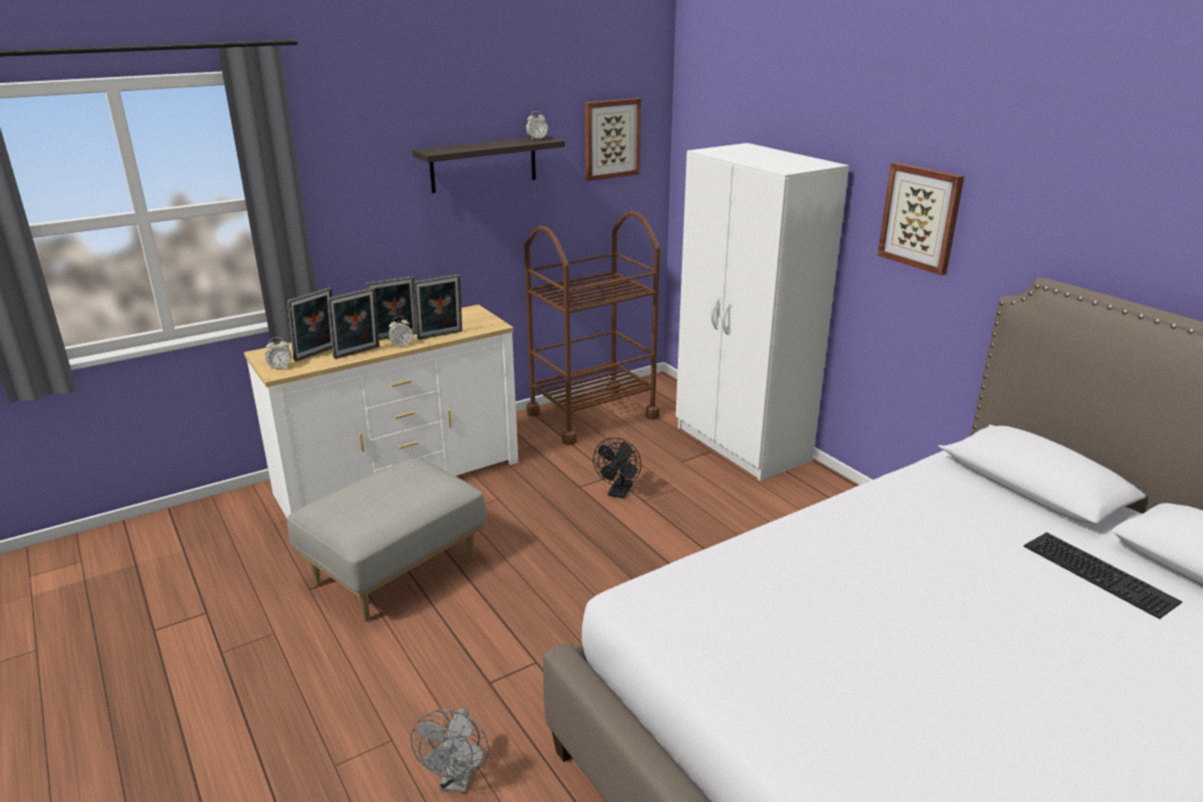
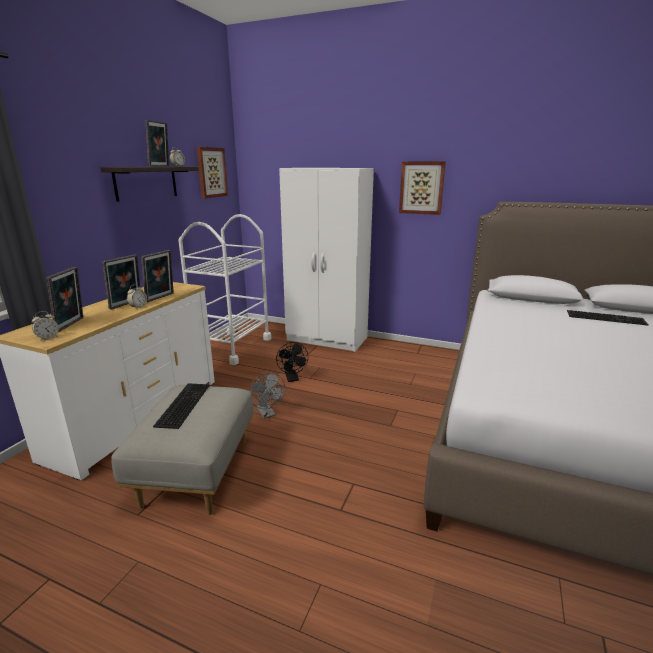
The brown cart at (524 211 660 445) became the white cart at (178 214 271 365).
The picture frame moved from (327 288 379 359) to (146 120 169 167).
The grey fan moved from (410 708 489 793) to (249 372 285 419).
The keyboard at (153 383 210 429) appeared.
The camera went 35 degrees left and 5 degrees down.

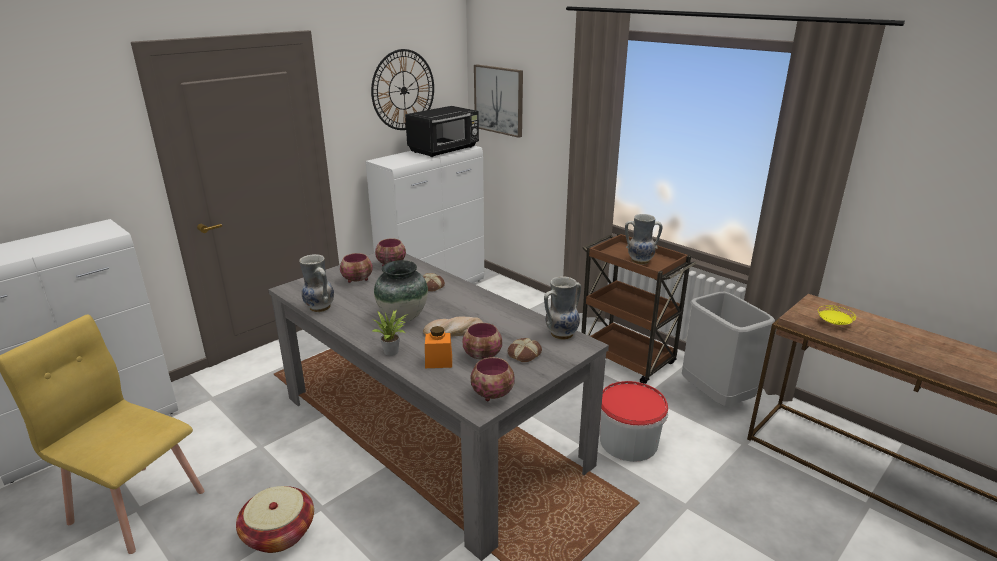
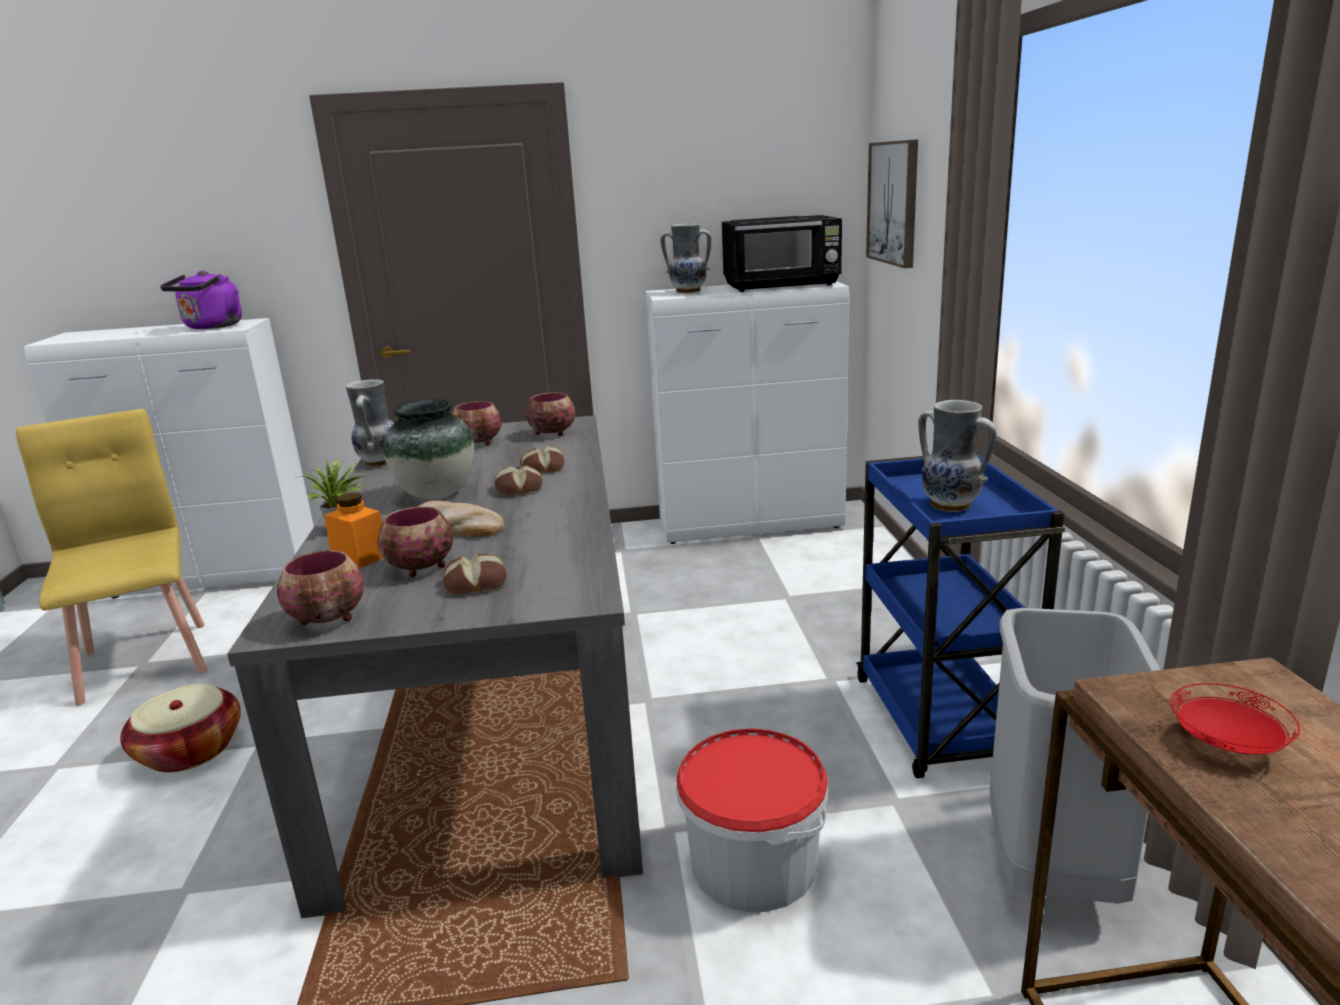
The wall clock at (371 49 434 130) disappeared.
The brown cart at (581 233 697 384) became the blue cart at (856 452 1065 778).
The vase moved from (544 276 581 340) to (660 224 712 293).
The yellow plate at (818 305 856 325) became the red plate at (1170 683 1300 755).
The purple kettle at (160 271 242 329) appeared.
The bread at (494 465 542 495) appeared.
The camera went 40 degrees right and 5 degrees down.

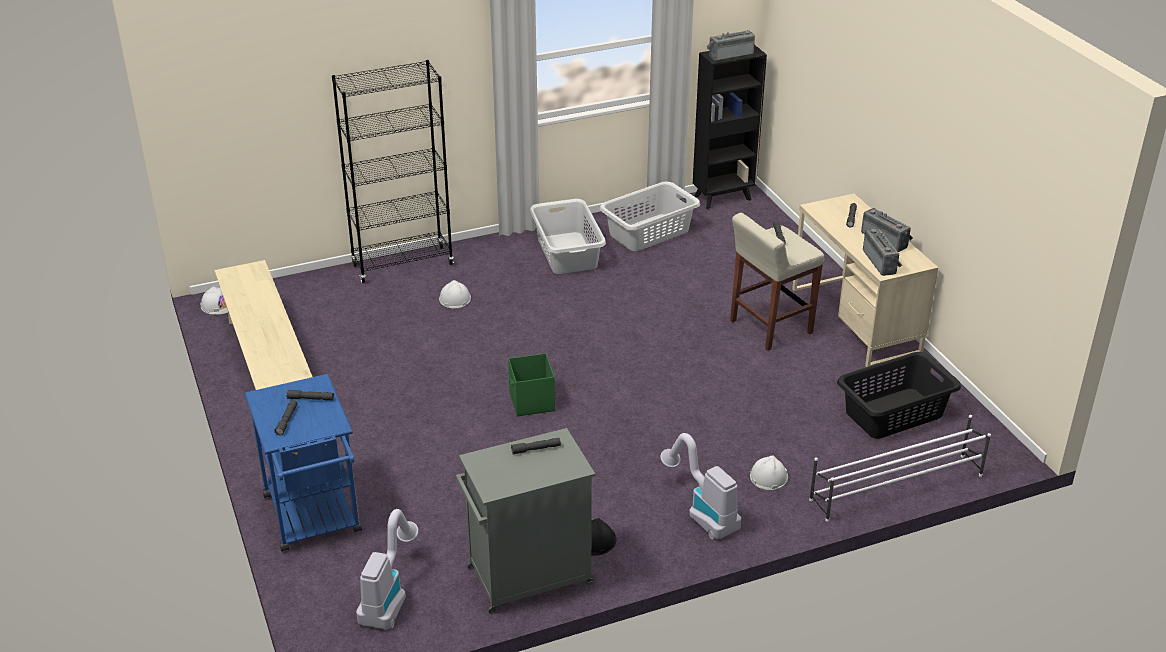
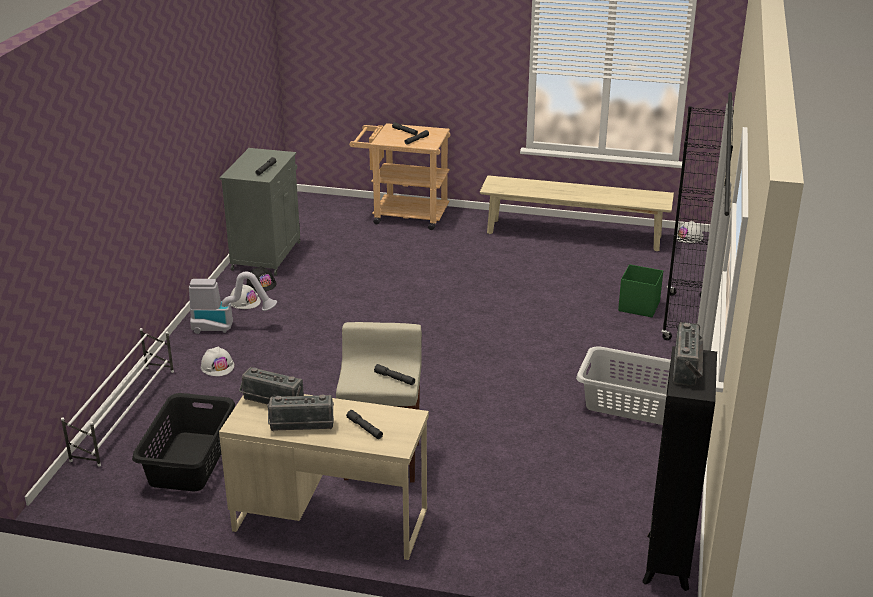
The grey laundry basket at (600 182 700 251) disappeared.
The white hard hat moved from (439 280 471 308) to (230 284 261 309).
The green storage box moved from (508 353 555 416) to (618 264 663 317).
The blue cart at (245 374 362 552) became the beige cart at (349 123 450 230).
The vacuum cleaner at (356 509 419 629) disappeared.
The camera went 125 degrees right and 5 degrees down.

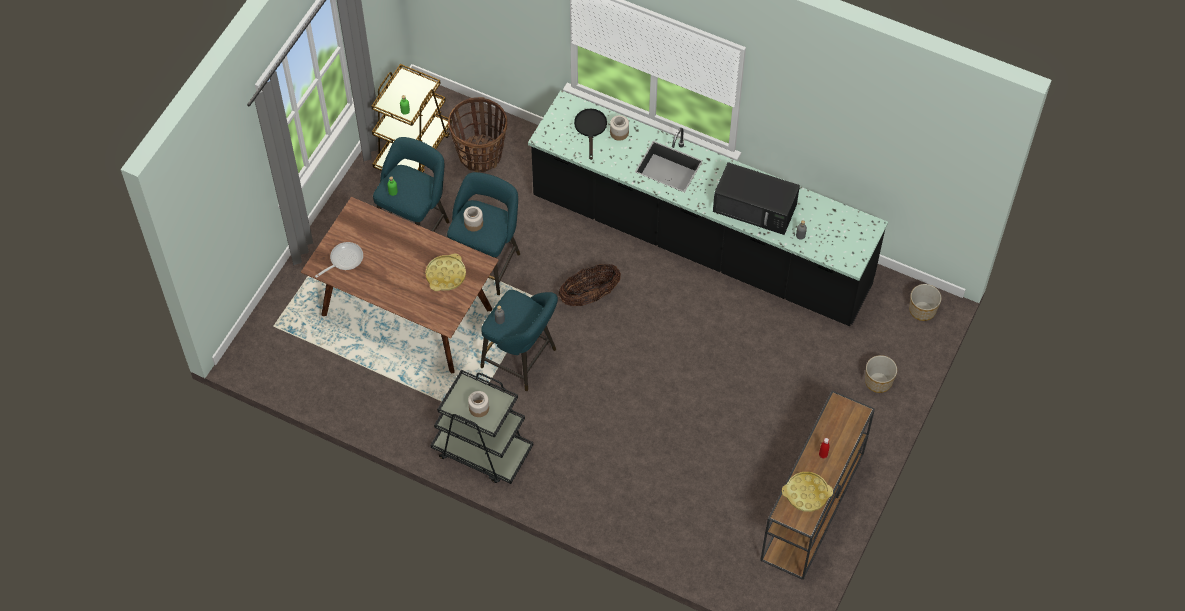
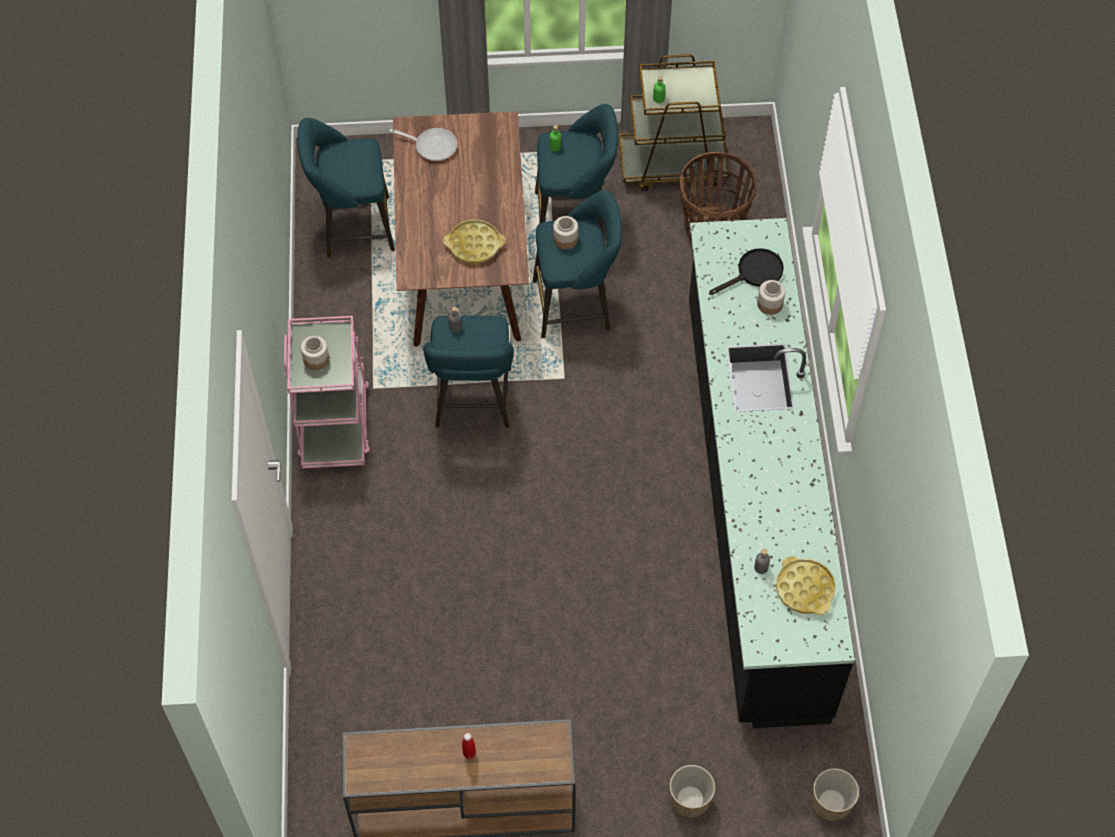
The black microwave at (713 162 800 235) disappeared.
The basket at (559 264 621 306) disappeared.
The black cart at (431 370 533 484) became the pink cart at (284 316 370 468).
The yellow tray moved from (782 472 833 512) to (776 556 836 615).
The turquoise stool at (297 118 395 258) appeared.
The camera went 60 degrees right and 0 degrees up.

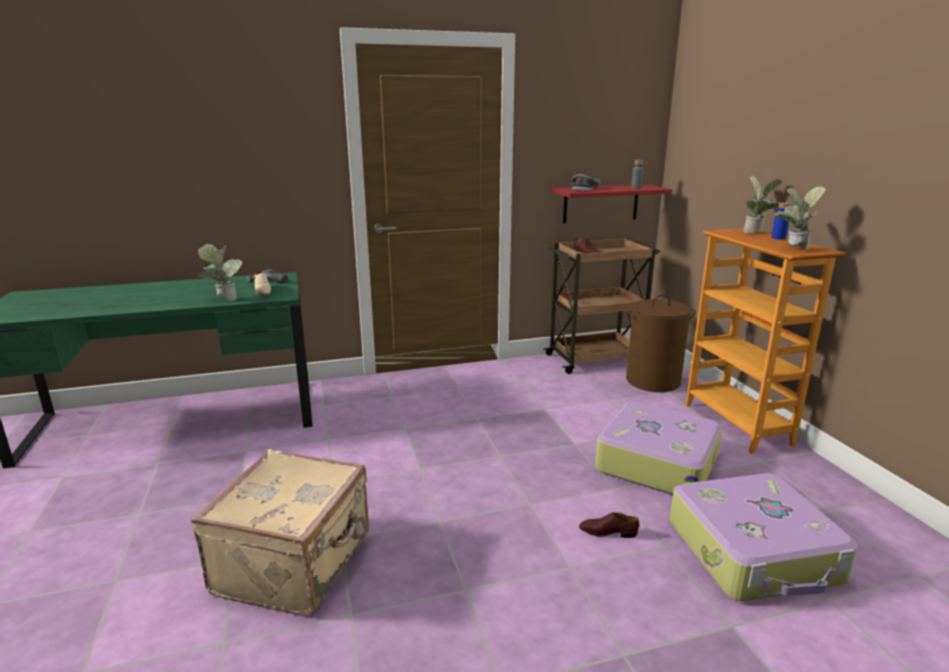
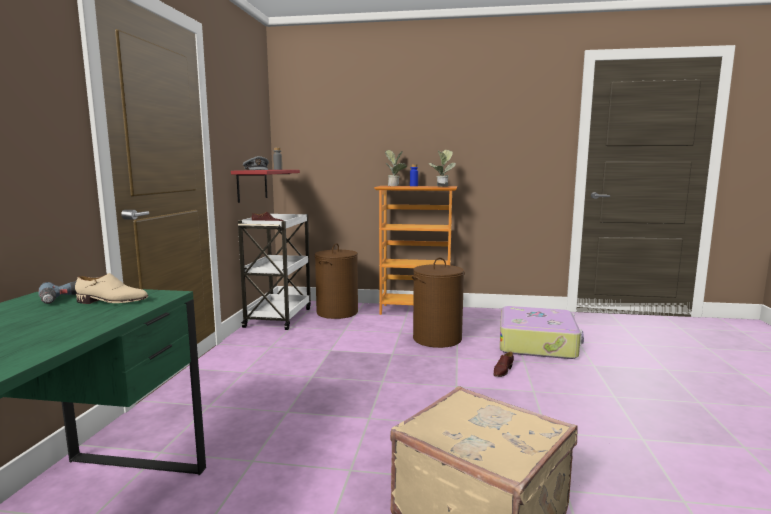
The brown cart at (544 238 660 374) became the white cart at (238 213 311 330).
The potted plant at (198 244 243 302) disappeared.
The suitcase at (595 402 722 495) was replaced by the brown laundry basket at (412 257 465 348).
The camera went 65 degrees left and 10 degrees down.

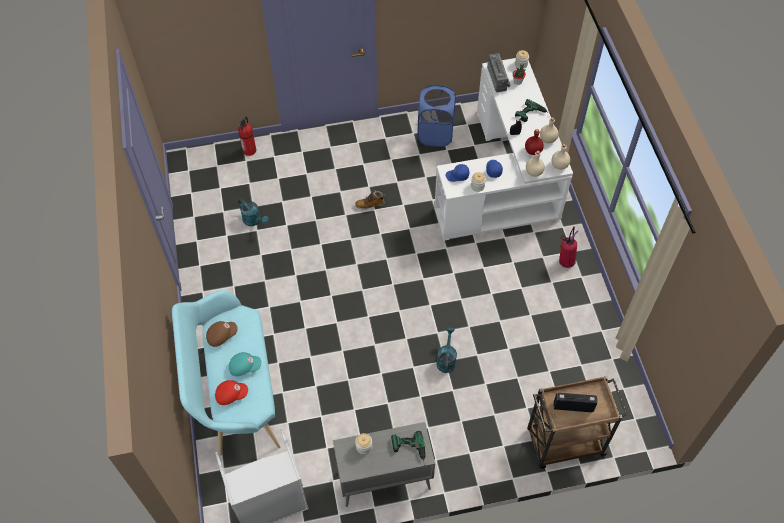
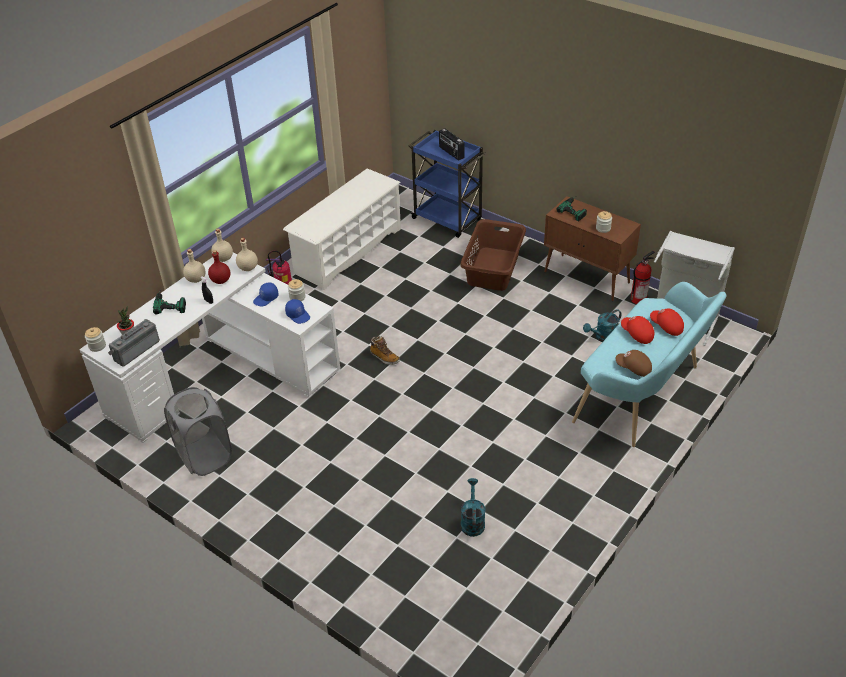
The blue laundry basket at (417 85 456 147) became the grey laundry basket at (164 387 232 476).
The fire extinguisher moved from (238 117 256 156) to (631 251 655 304).
The boot moved from (355 190 385 210) to (370 336 400 365).
The turquoise watering can moved from (436 328 457 373) to (583 309 621 342).
The turquoise cap at (229 352 261 376) became the red cap at (621 316 654 344).
The brown cart at (527 376 627 469) became the blue cart at (409 130 486 238).
The grey cabinet at (333 422 435 507) became the brown cabinet at (544 196 641 301).
The white shoe rack at (283 168 401 290) appeared.
The brown laundry basket at (460 219 526 291) appeared.
The camera went 130 degrees left and 15 degrees down.

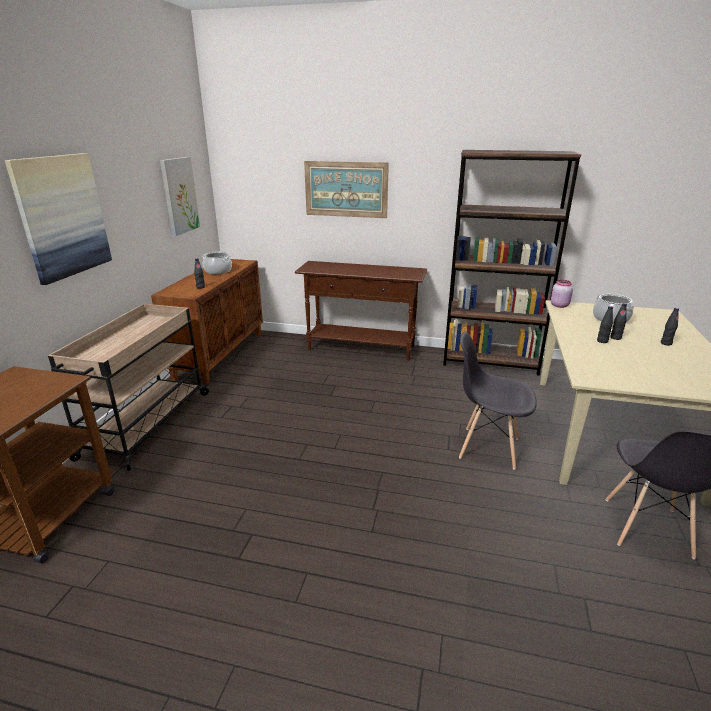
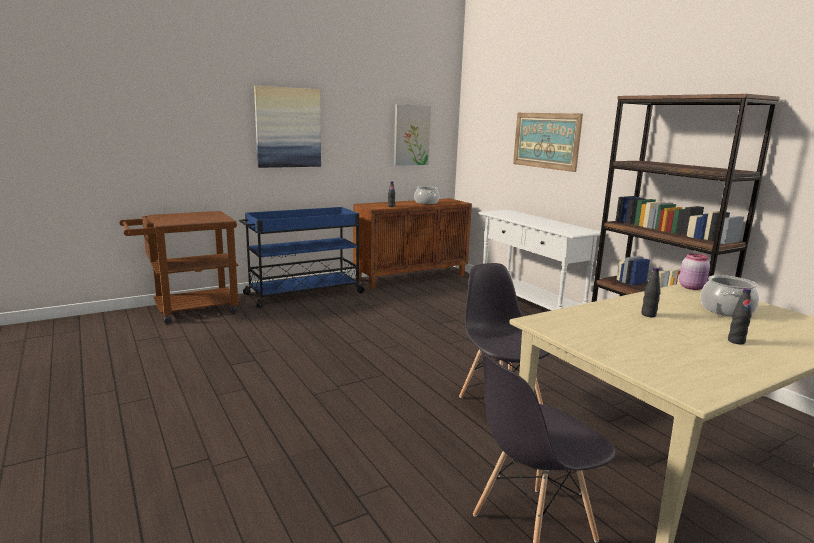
The brown console table at (295 261 427 361) became the white console table at (479 210 601 311).
The black bottle at (611 303 627 340) disappeared.
The beige cart at (48 304 209 471) became the blue cart at (239 207 366 308).
The camera went 45 degrees right and 10 degrees down.

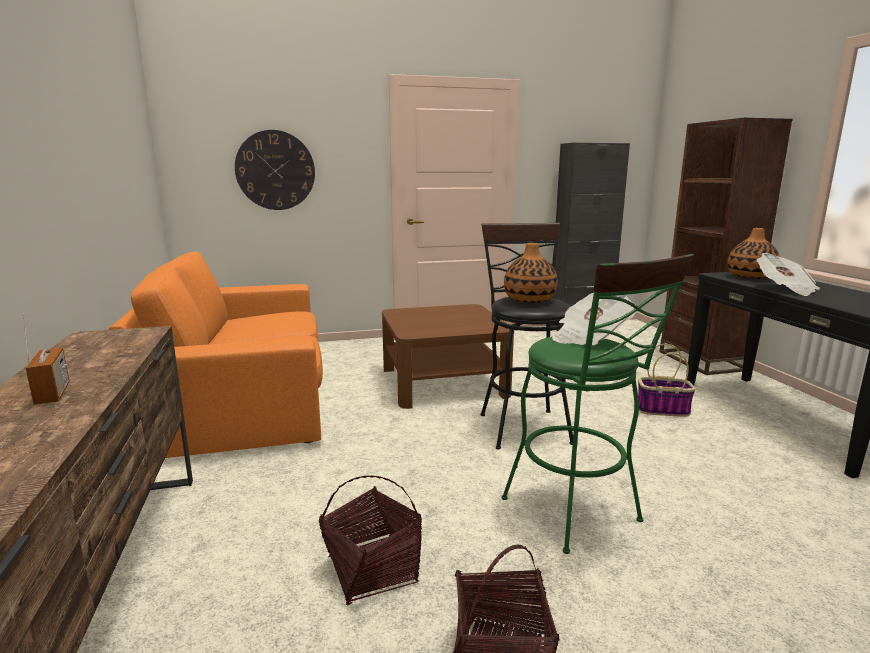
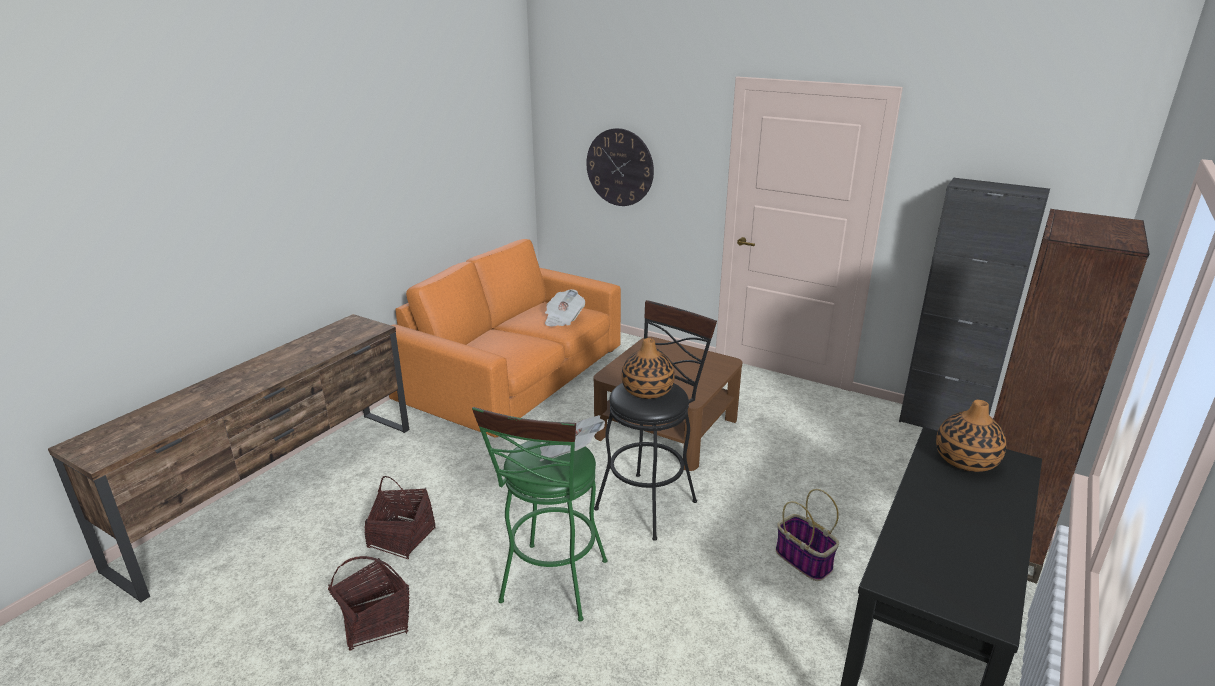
The newspaper moved from (757 253 820 296) to (545 289 585 326).
The radio at (23 313 70 405) disappeared.
The camera went 45 degrees right and 10 degrees up.

